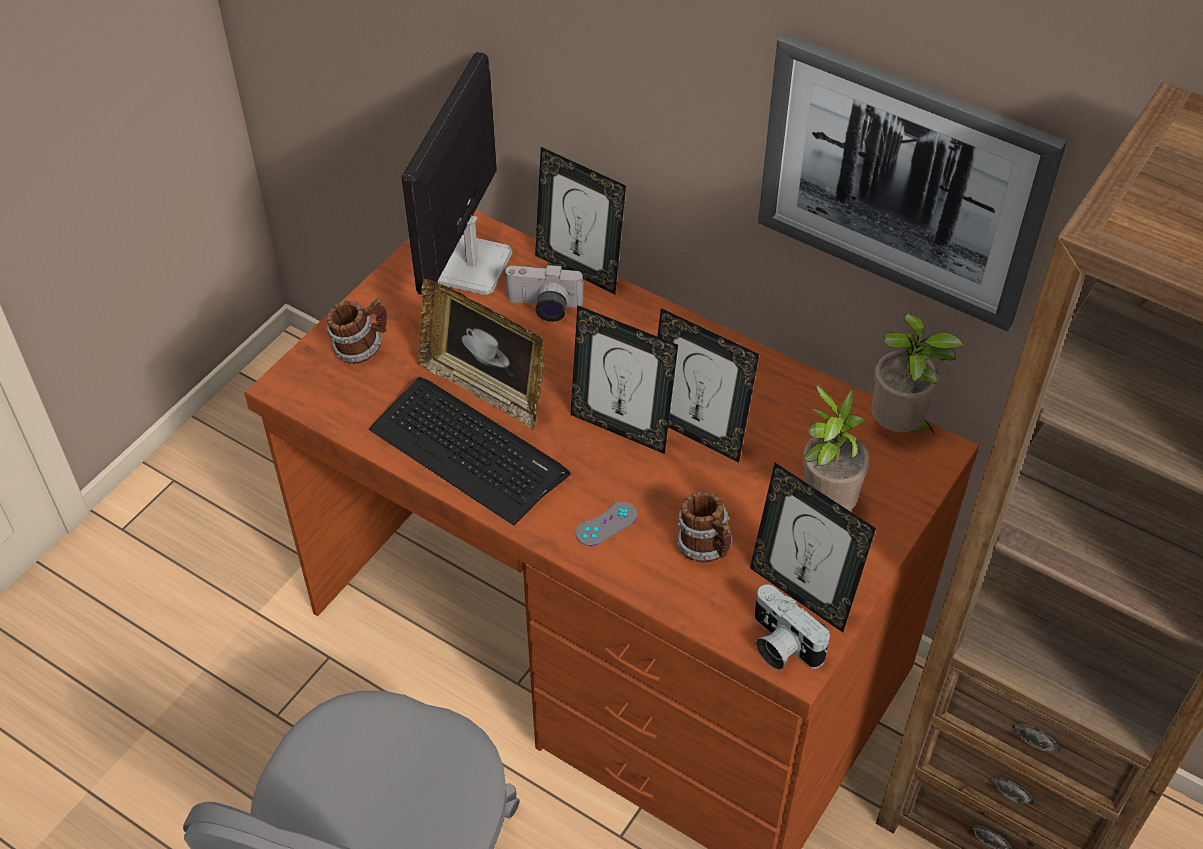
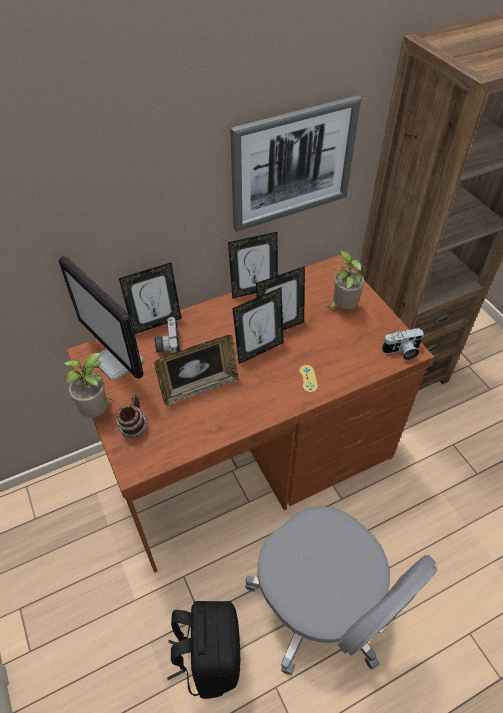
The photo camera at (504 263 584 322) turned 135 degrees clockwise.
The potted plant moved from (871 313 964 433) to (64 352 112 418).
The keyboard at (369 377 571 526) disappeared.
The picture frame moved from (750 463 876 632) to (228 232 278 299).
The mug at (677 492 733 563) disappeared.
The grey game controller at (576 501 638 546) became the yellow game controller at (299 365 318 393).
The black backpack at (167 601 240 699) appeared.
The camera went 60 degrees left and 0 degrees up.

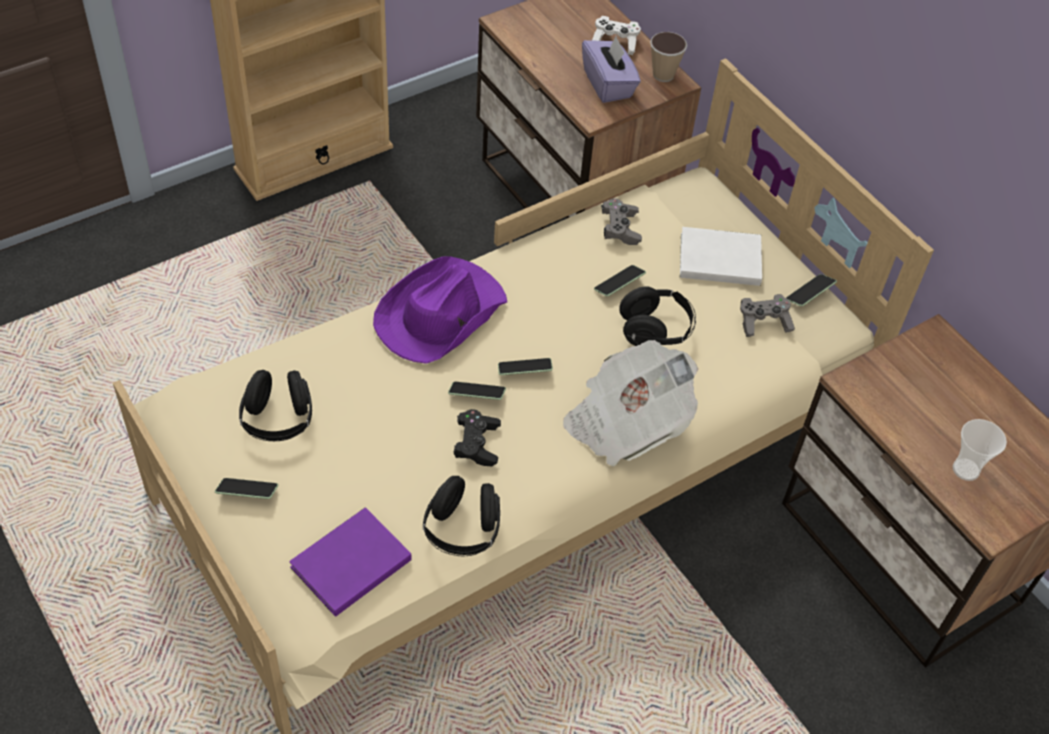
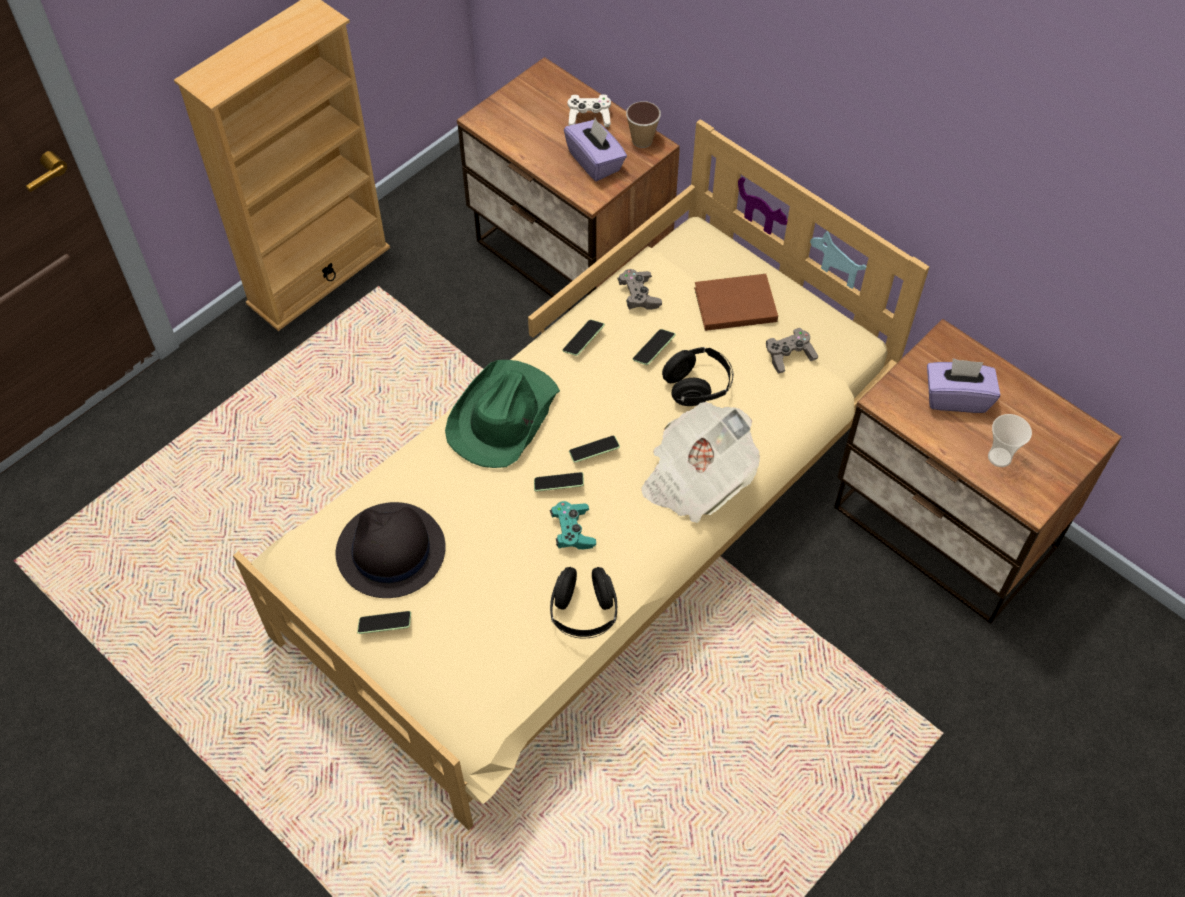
The white book at (680 227 762 286) became the brown book at (694 274 778 331).
The purple hat at (373 257 507 364) became the green hat at (445 360 560 468).
The phone moved from (786 274 837 306) to (563 320 605 356).
The black headphones at (239 370 312 441) was replaced by the black hat at (335 502 446 598).
The black game controller at (453 409 501 467) became the turquoise game controller at (550 501 596 549).
The purple book at (289 507 412 617) disappeared.
The purple tissue box at (927 358 1000 413) appeared.
The camera went 10 degrees left and 5 degrees up.

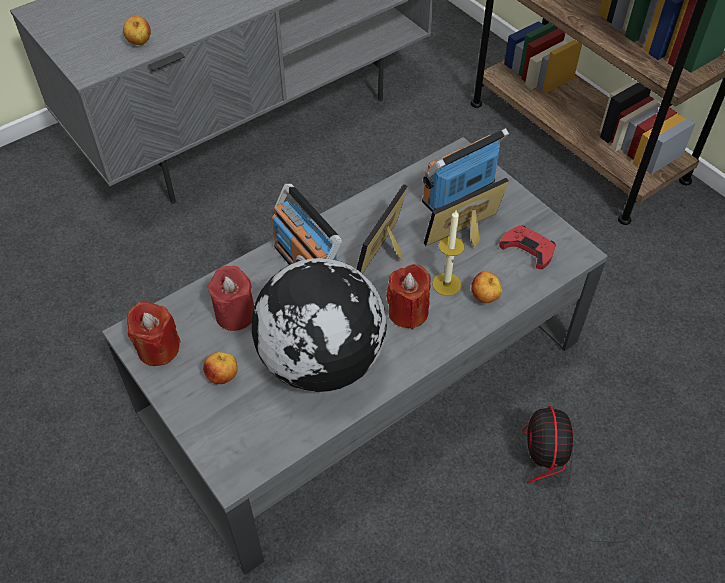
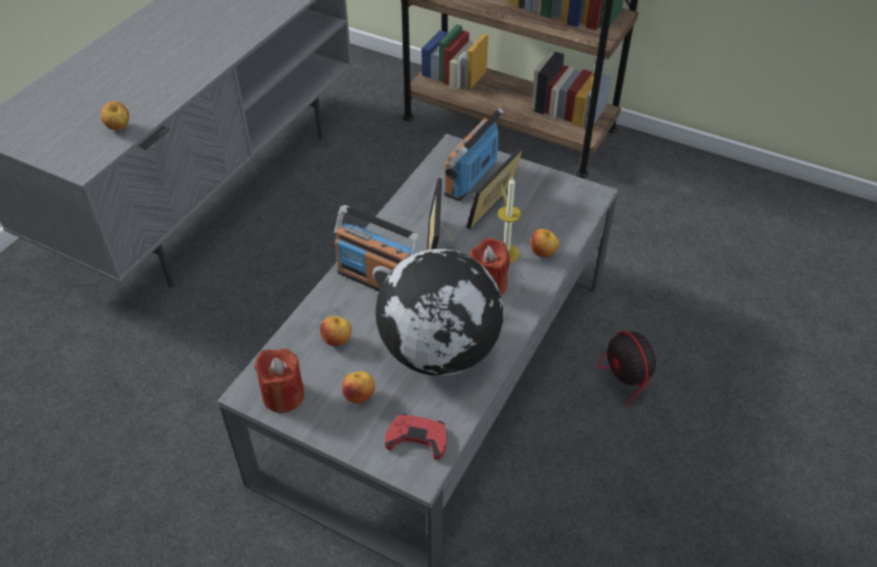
The red game controller moved from (499 225 556 269) to (385 414 446 460).
The red candle at (207 266 254 331) was replaced by the apple at (320 316 352 346).
The camera went 25 degrees left and 5 degrees down.

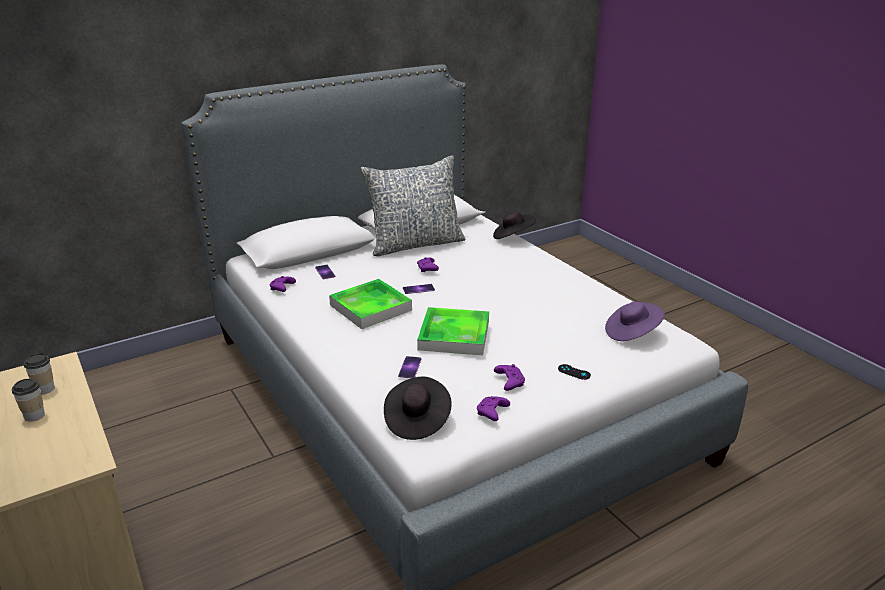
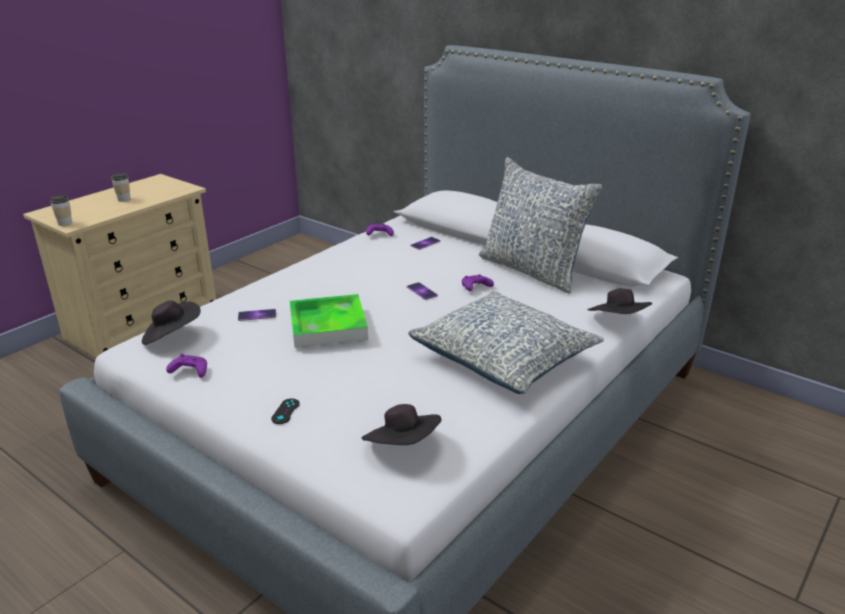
The tray at (329 279 412 329) disappeared.
The purple hat at (605 302 665 341) became the black hat at (362 404 441 445).
The cup moved from (24 353 55 394) to (50 195 72 226).
The purple game controller at (494 364 525 391) disappeared.
The pillow at (408 291 604 394) appeared.
The camera went 70 degrees right and 0 degrees up.

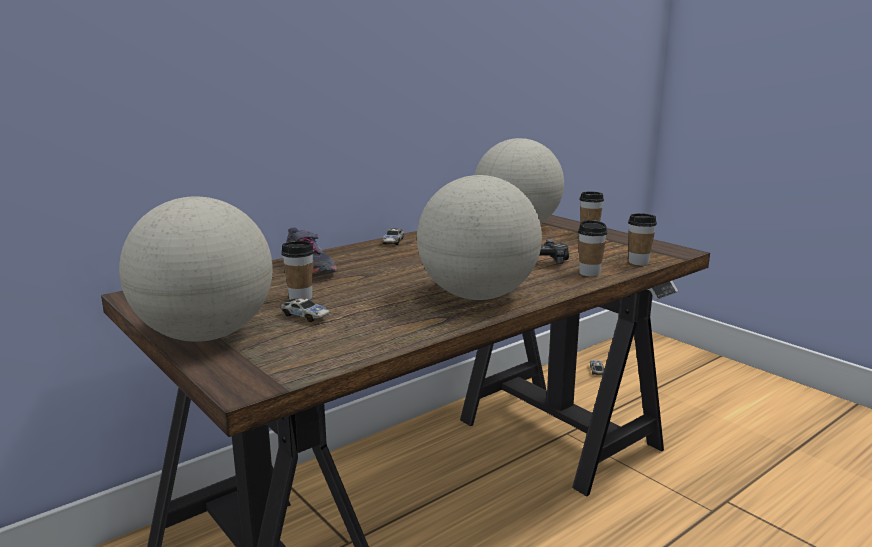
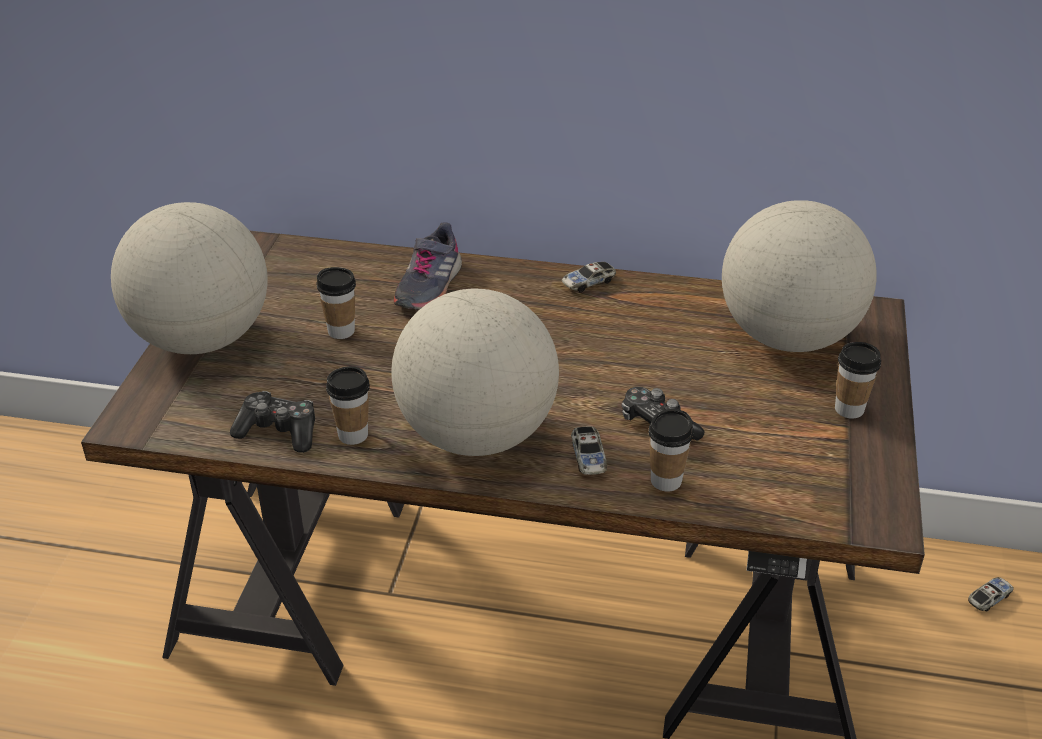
The cup moved from (628 213 657 265) to (326 366 370 445).
The toy car moved from (281 298 330 322) to (571 426 607 475).
The game controller at (230 391 315 453) appeared.
The camera went 50 degrees right and 20 degrees up.

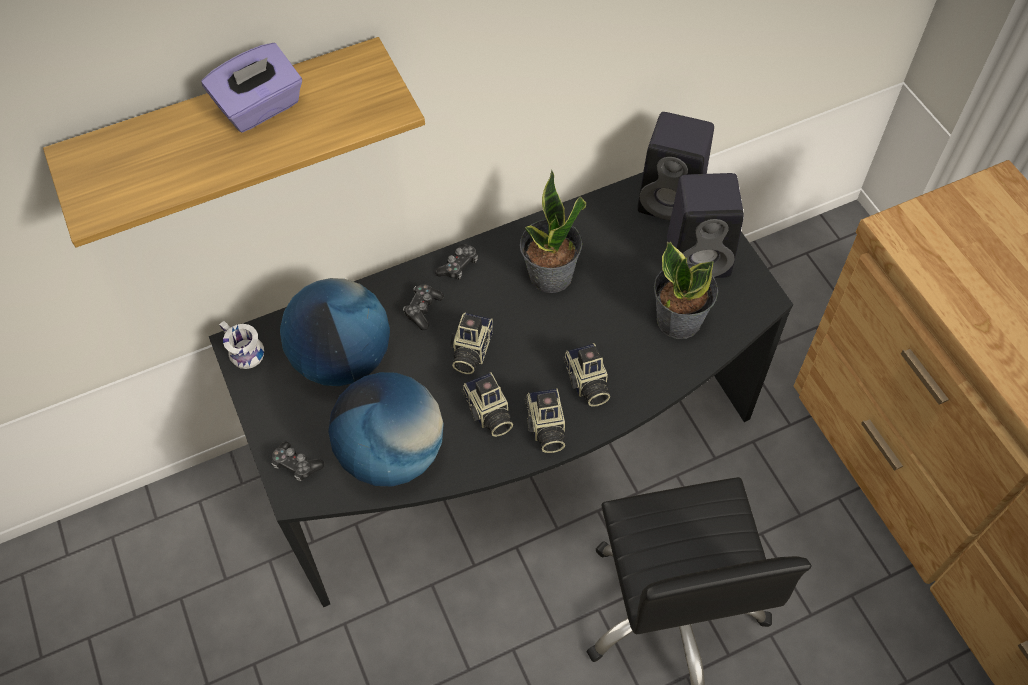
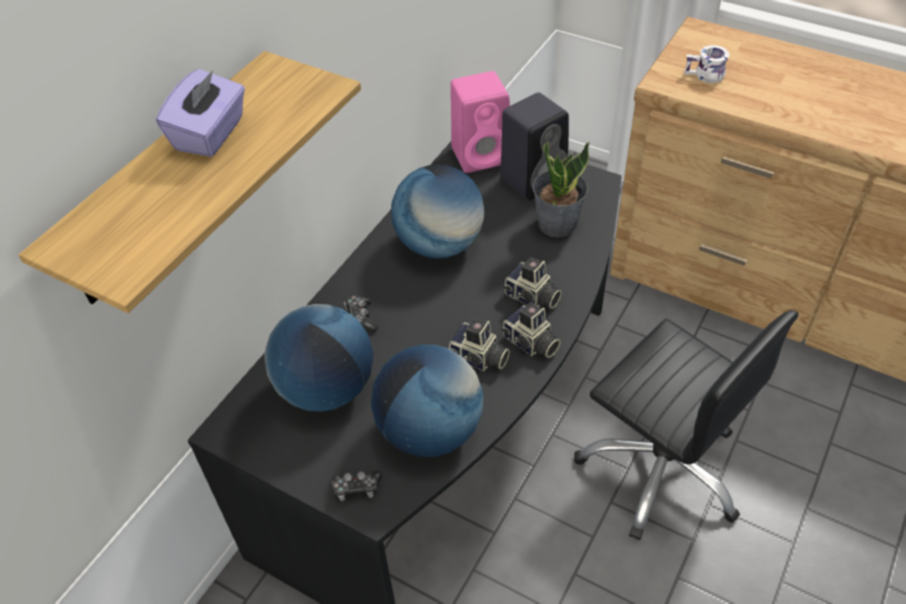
The black speaker at (637 112 714 220) became the pink speaker at (451 71 510 173).
The potted plant at (520 170 586 293) was replaced by the globe at (391 164 485 259).
The game controller at (435 244 478 280) disappeared.
The photo camera at (450 313 493 374) disappeared.
The white mug moved from (219 321 264 369) to (684 45 729 83).
The camera went 35 degrees left and 10 degrees down.

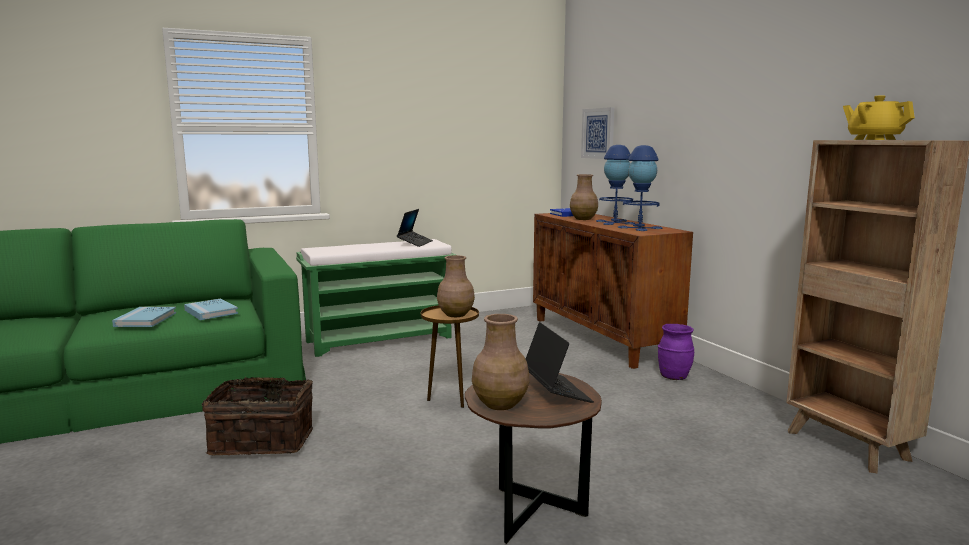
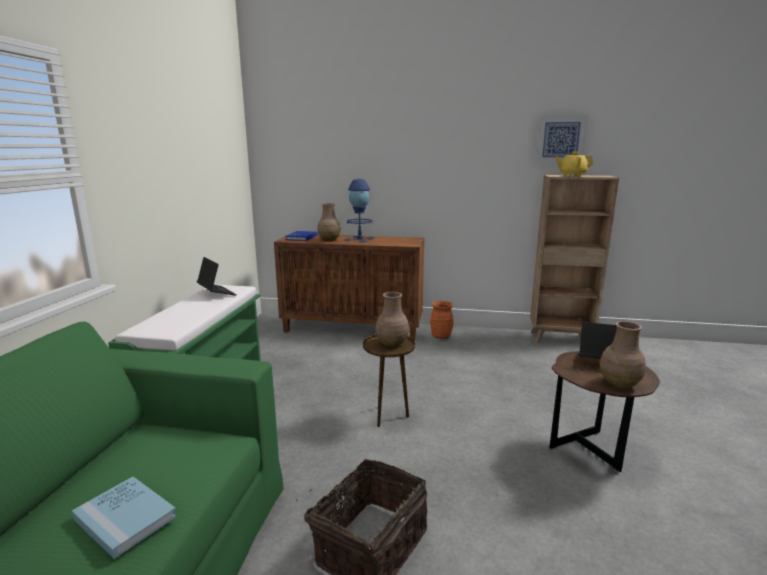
The picture moved from (581 107 614 159) to (535 115 588 163).
The blue table lamp at (618 145 663 231) disappeared.
The blue book at (184 298 238 320) disappeared.
The purple vase at (658 324 694 380) became the orange vase at (430 301 454 339).
The camera went 55 degrees left and 5 degrees up.

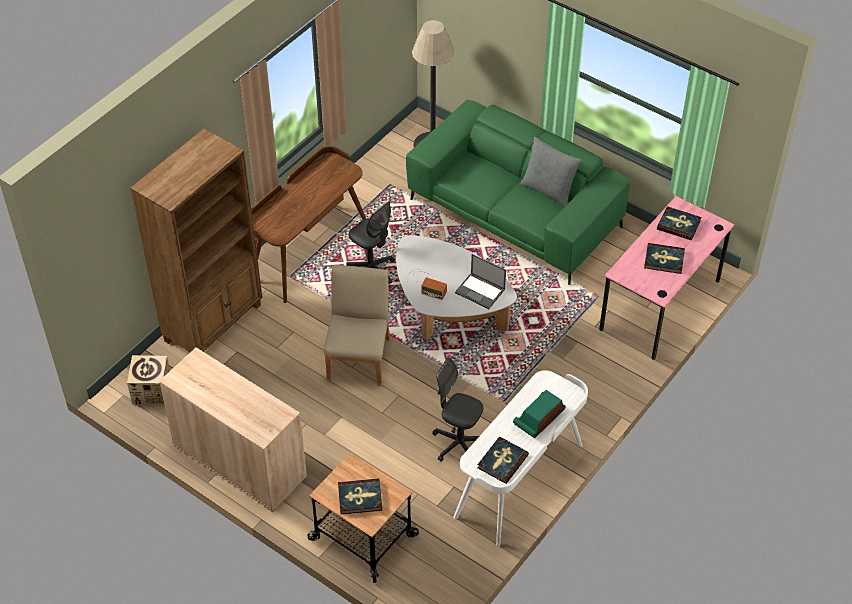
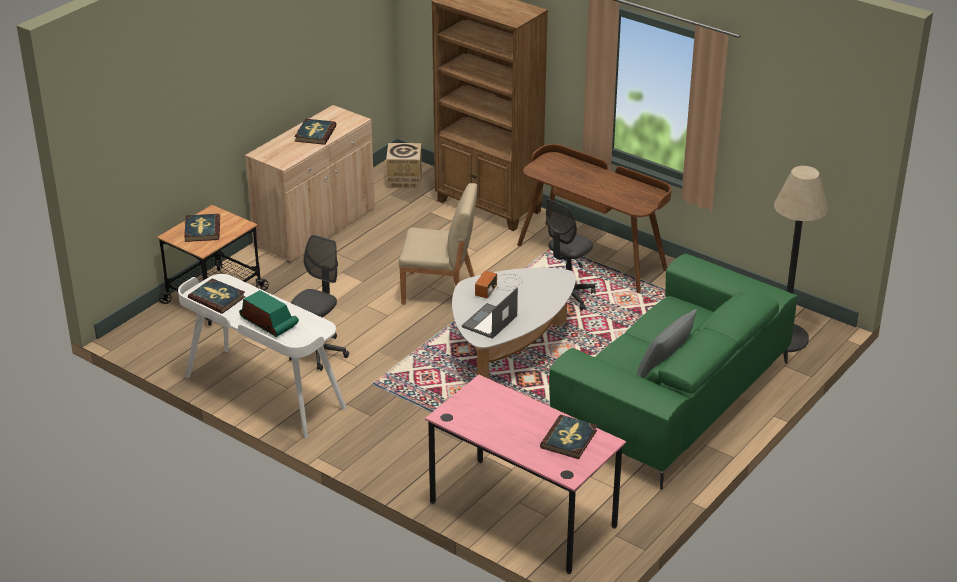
The book moved from (644 243 685 274) to (294 119 336 145).
The camera went 90 degrees right and 15 degrees down.

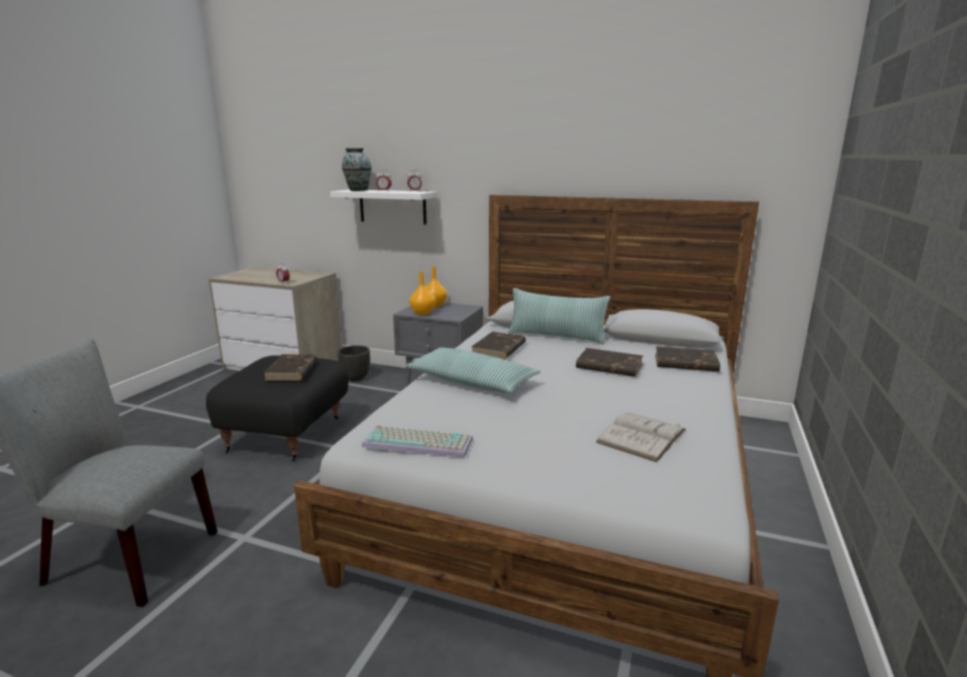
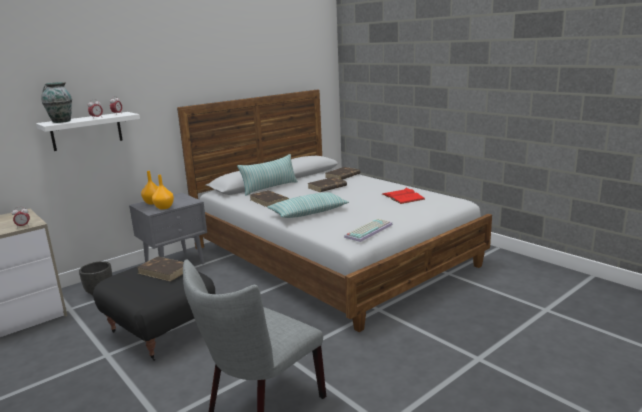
The white book at (596 412 686 462) became the red book at (382 188 425 204).
The camera went 60 degrees left and 0 degrees up.

